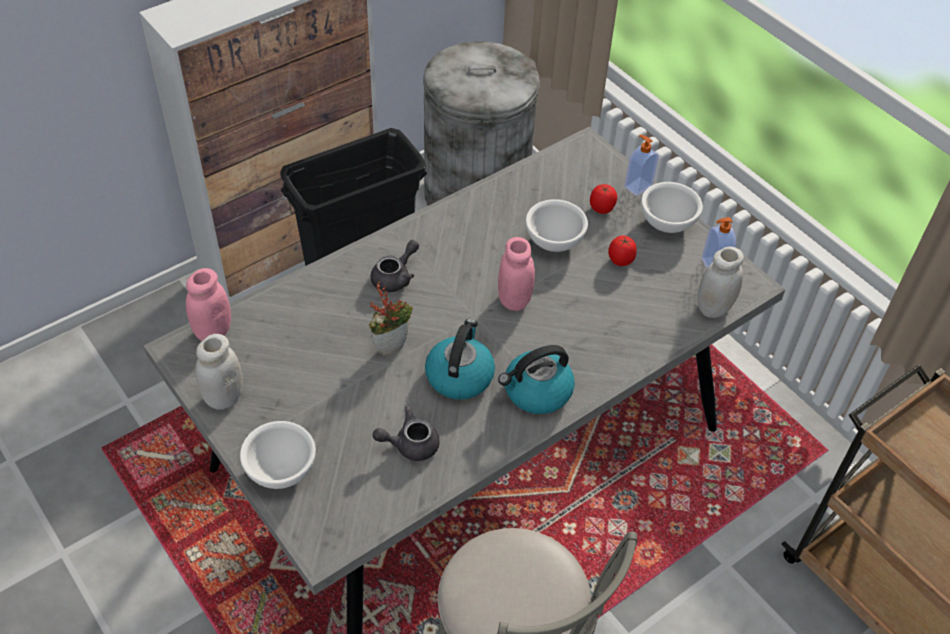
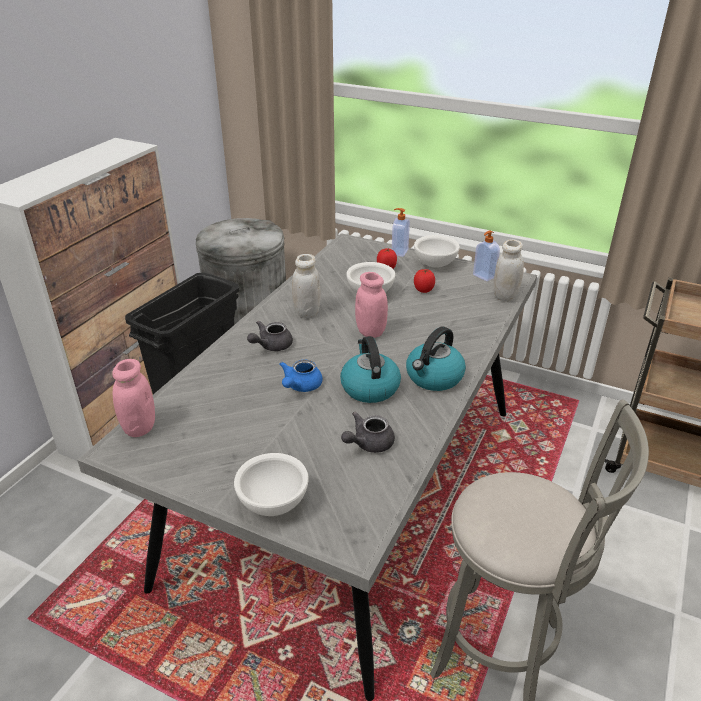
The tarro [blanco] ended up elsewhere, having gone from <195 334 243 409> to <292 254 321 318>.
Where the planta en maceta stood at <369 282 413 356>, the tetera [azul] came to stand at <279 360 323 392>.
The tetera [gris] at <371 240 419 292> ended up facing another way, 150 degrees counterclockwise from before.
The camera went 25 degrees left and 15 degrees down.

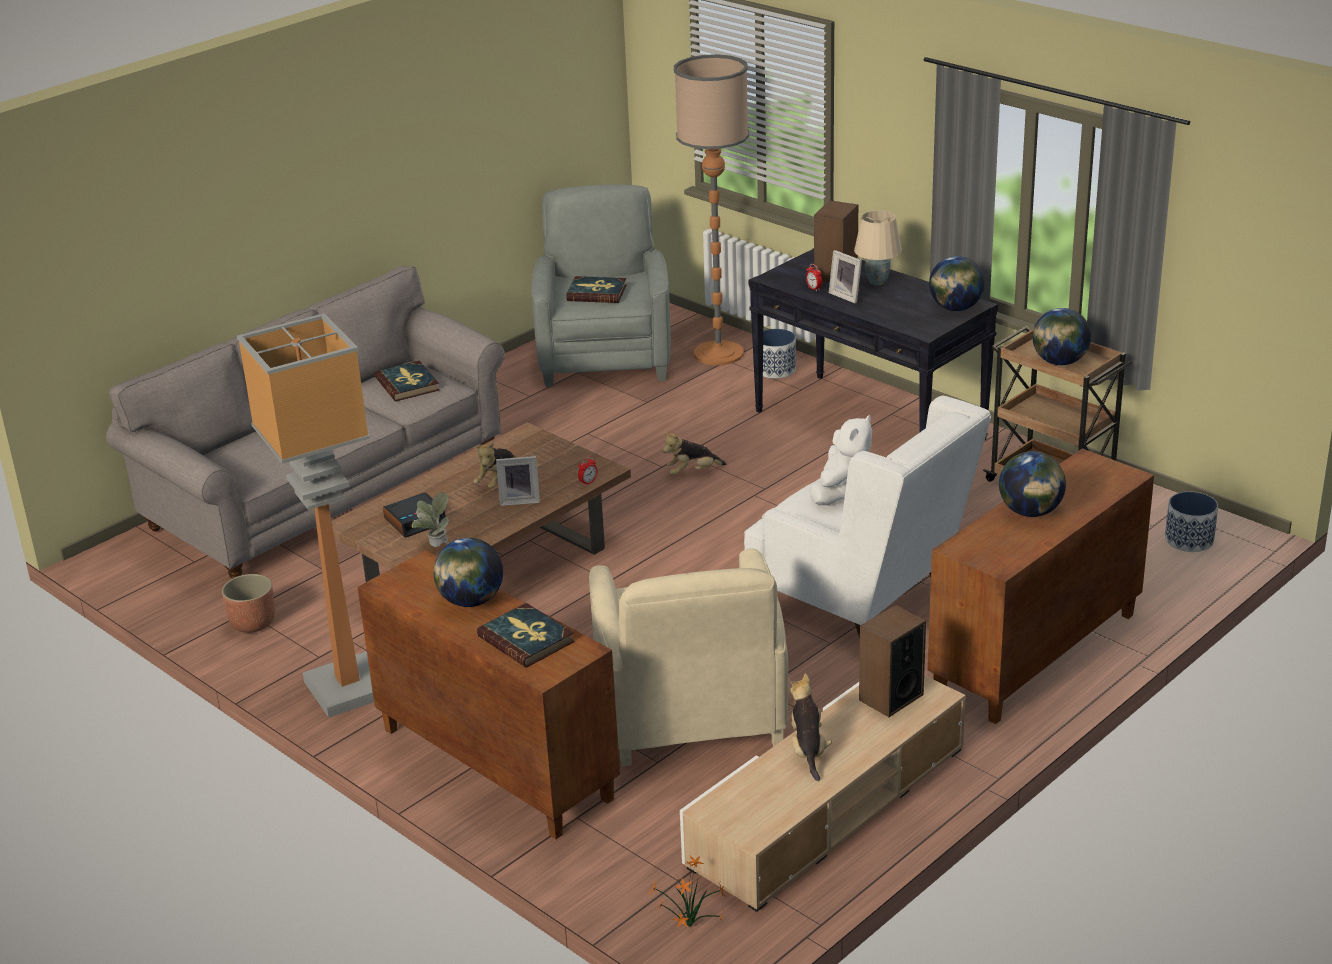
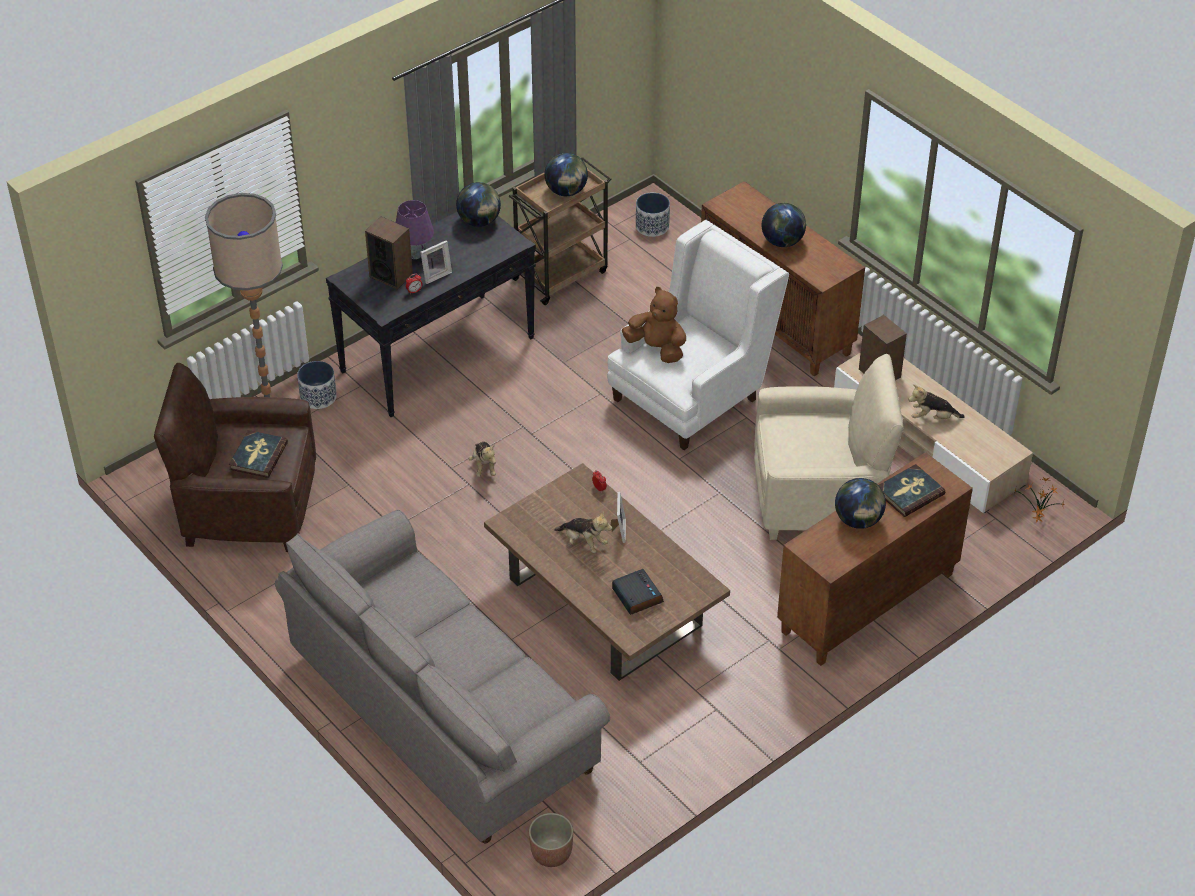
The second view lost the lámpara de pie at <237 313 374 718>.
The second view lost the libro at <375 361 440 401>.
The second view lost the planta en maceta at <412 492 449 547>.
The maceta ended up elsewhere, having gone from <222 574 275 633> to <529 813 573 867>.
What was the sillón [gris] at <531 184 671 387> turned into the sillón [marrón] at <154 363 316 552>.
What was the peluche [blanco] at <809 415 872 505> turned into the peluche [marrón] at <622 287 686 363>.
What was the lámpara de mesa [beis] at <854 210 902 286> turned into the lámpara de mesa [morado] at <396 200 434 259>.
The camera went 85 degrees left and 15 degrees up.

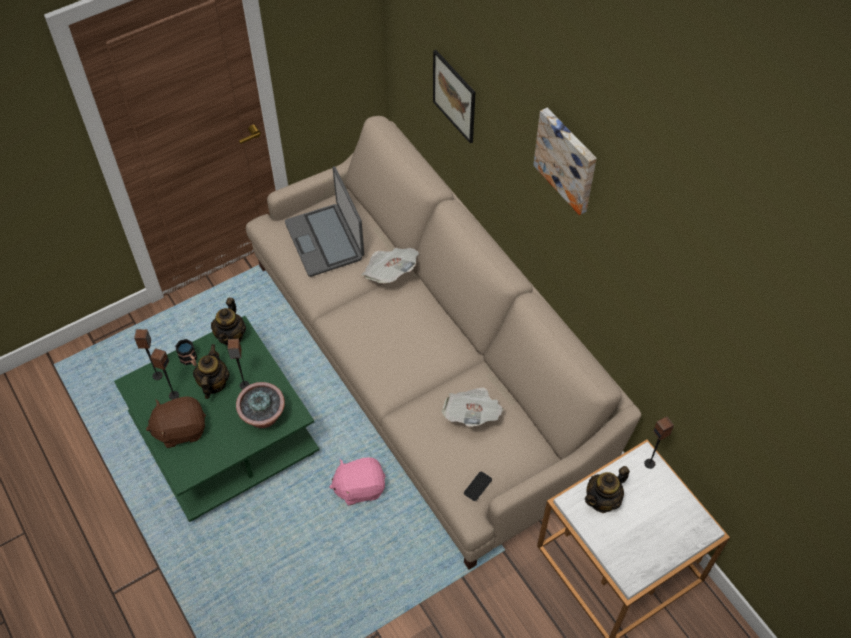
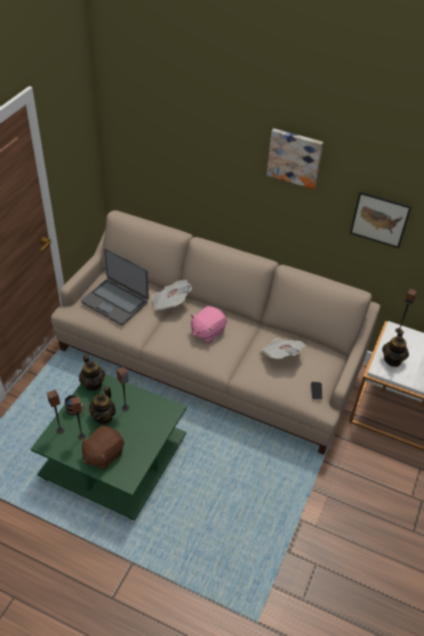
The second view lost the planta en maceta at <236 382 285 428>.
The peluche [rosa] ended up elsewhere, having gone from <329 457 386 505> to <191 306 227 343>.
The cuadro ended up elsewhere, having gone from <433 50 475 144> to <350 191 412 248>.
The tetera at <193 344 230 399> ended up facing another way, 135 degrees counterclockwise from before.
The camera went 35 degrees left and 10 degrees down.

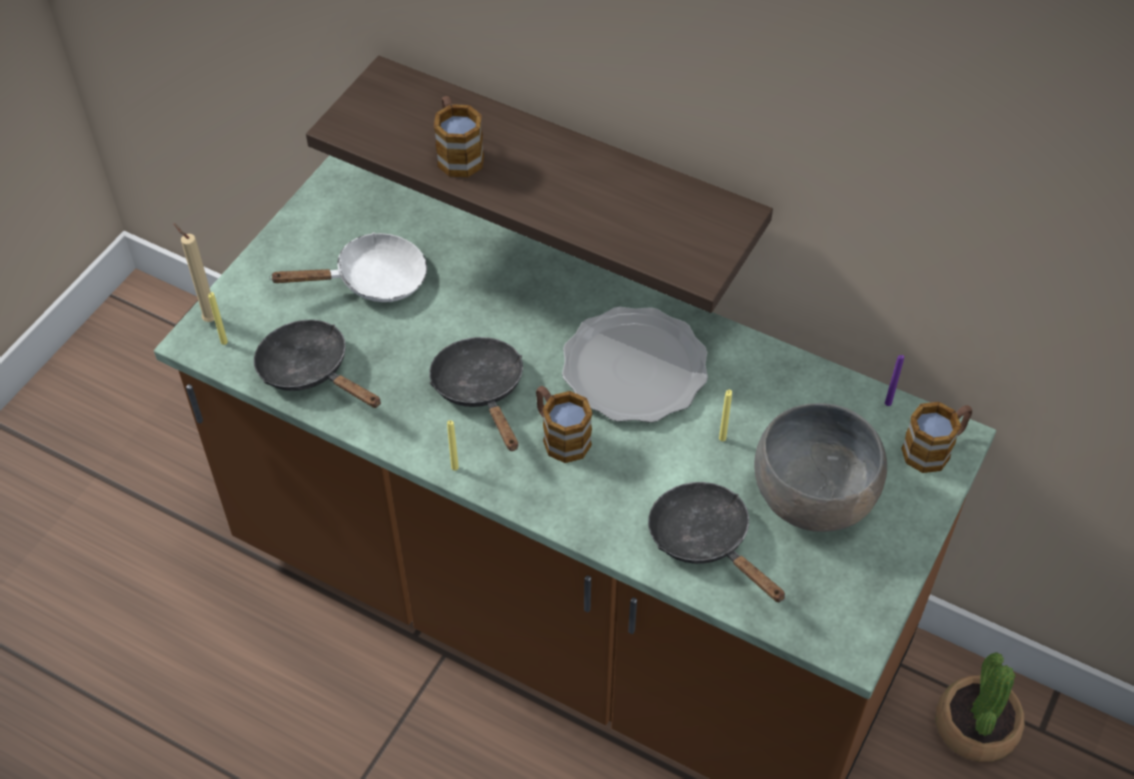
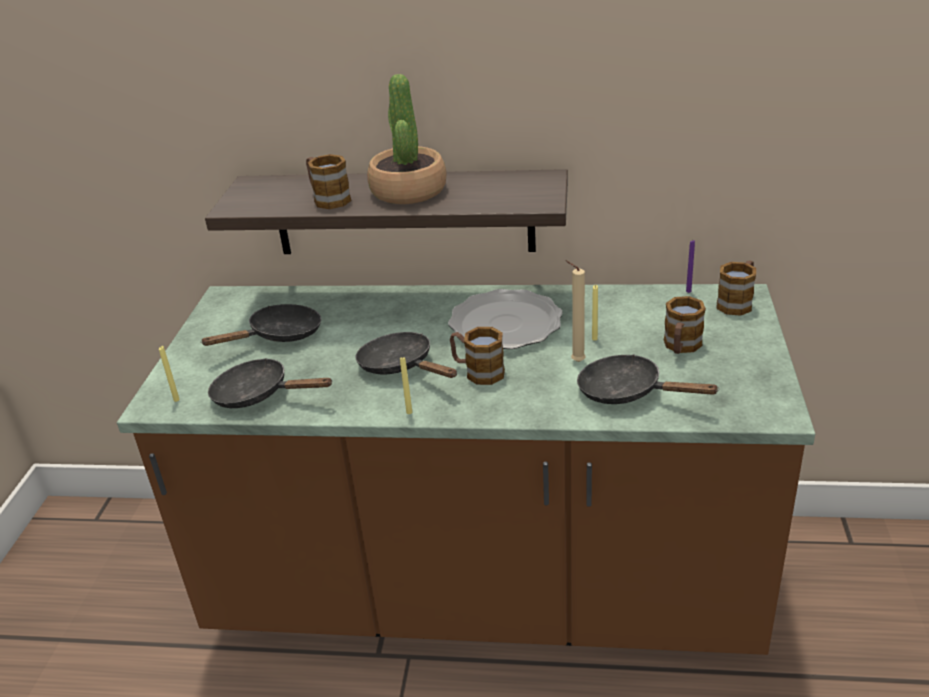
The vela [beis] ended up elsewhere, having gone from <173 223 214 322> to <565 260 586 362>.
The planta en maceta ended up elsewhere, having gone from <936 652 1024 762> to <367 74 446 204>.
Where the cuenco [gris] stood at <754 403 887 532>, the taza grande came to stand at <664 296 706 354>.
What was the sartén [blanco] at <269 232 427 302> turned into the sartén [negro] at <200 304 321 346>.
The camera went 20 degrees left and 20 degrees down.

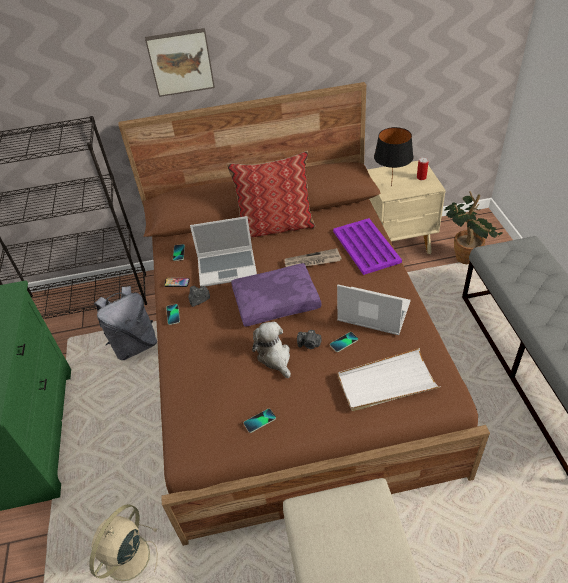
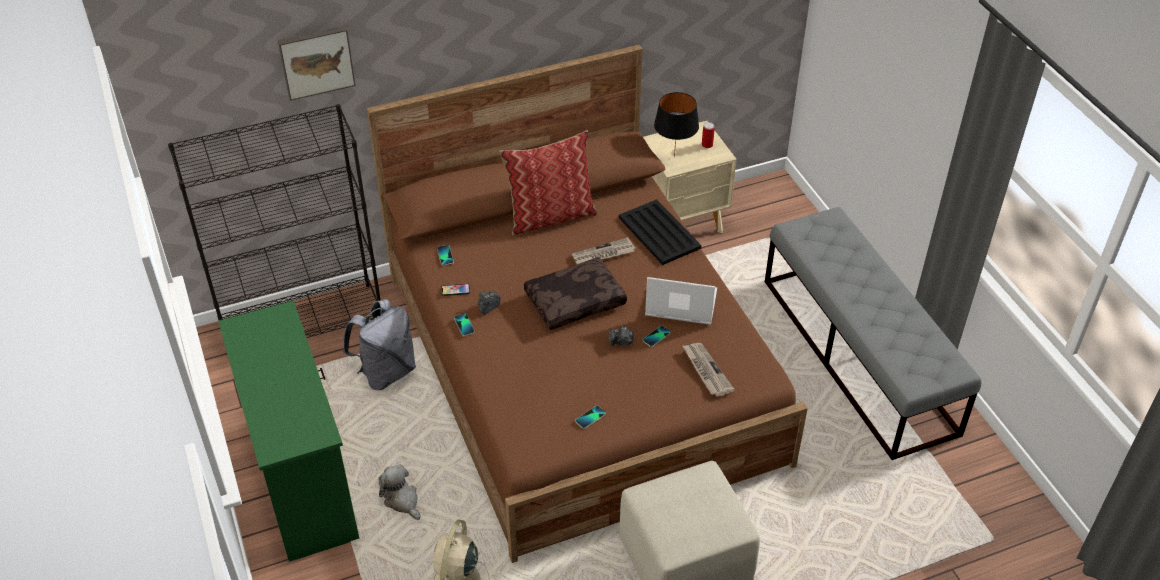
The second view lost the portátil at <190 216 257 287>.
The second view lost the planta en maceta at <444 191 503 264>.
The cuadro ended up elsewhere, having gone from <145 28 215 97> to <278 26 356 101>.
The peluche ended up elsewhere, having gone from <252 322 291 378> to <379 464 421 520>.
Where the bandeja [blanco] stood at <337 348 441 411>, the periódico came to stand at <683 343 735 397>.
What was the cojín [morado] at <231 263 321 327> turned into the cojín [marrón] at <524 257 627 330>.
What was the bandeja [morado] at <333 218 402 275> turned into the bandeja [negro] at <619 199 701 265>.
The camera went 15 degrees left and 0 degrees up.

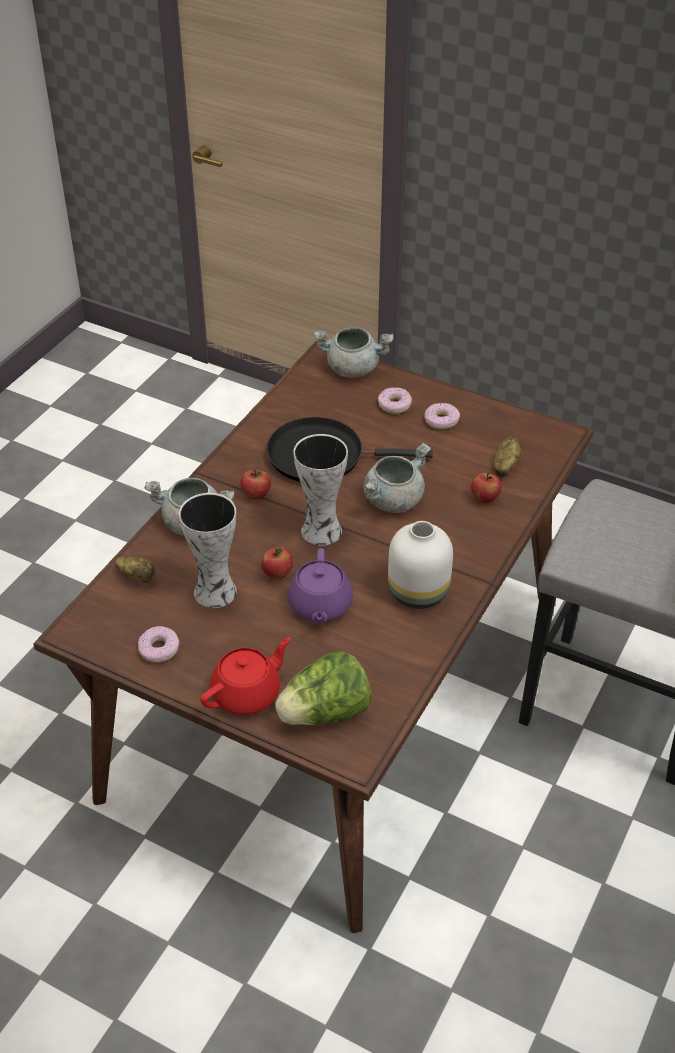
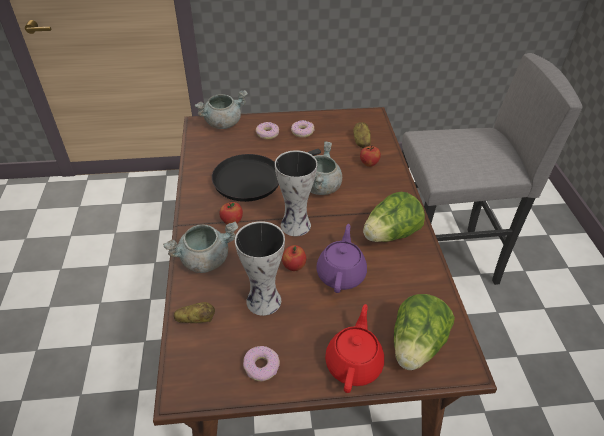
Where the florero [blanco] stood at <388 521 453 609>, the lechuga came to stand at <363 192 425 242>.
The tetera [morado] at <288 548 353 624> ended up facing another way, 135 degrees counterclockwise from before.
The camera went 35 degrees left and 0 degrees up.

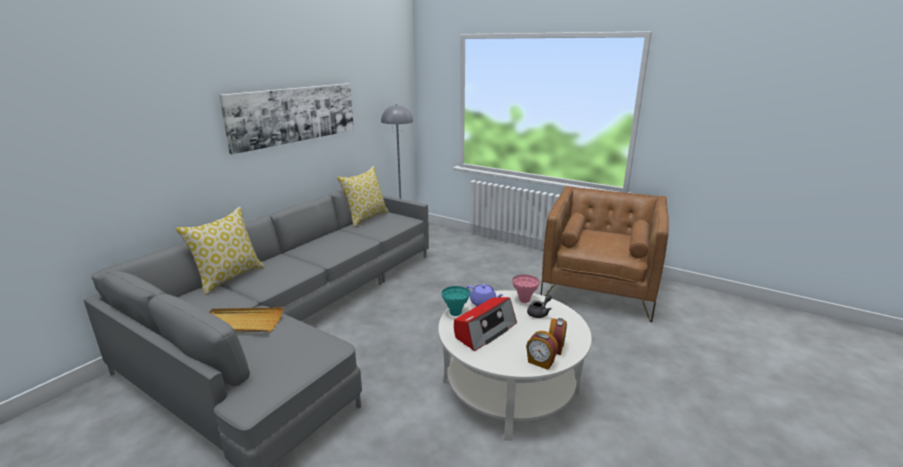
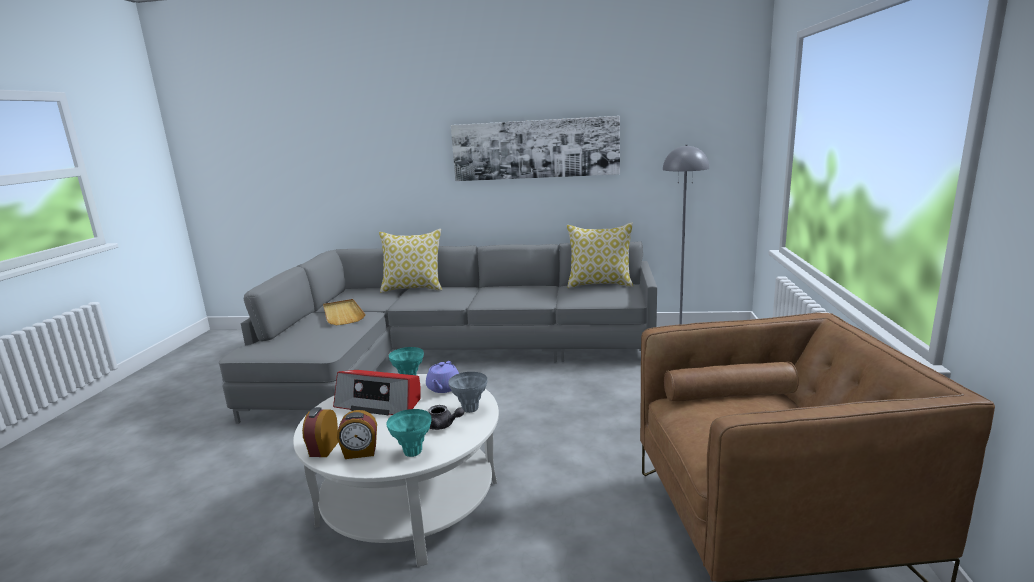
The second view gained the florero [turquesa] at <386 409 431 457>.
What was the florero [rosa] at <512 275 540 303> turned into the florero [gris] at <448 372 487 413>.
The camera went 65 degrees right and 5 degrees down.

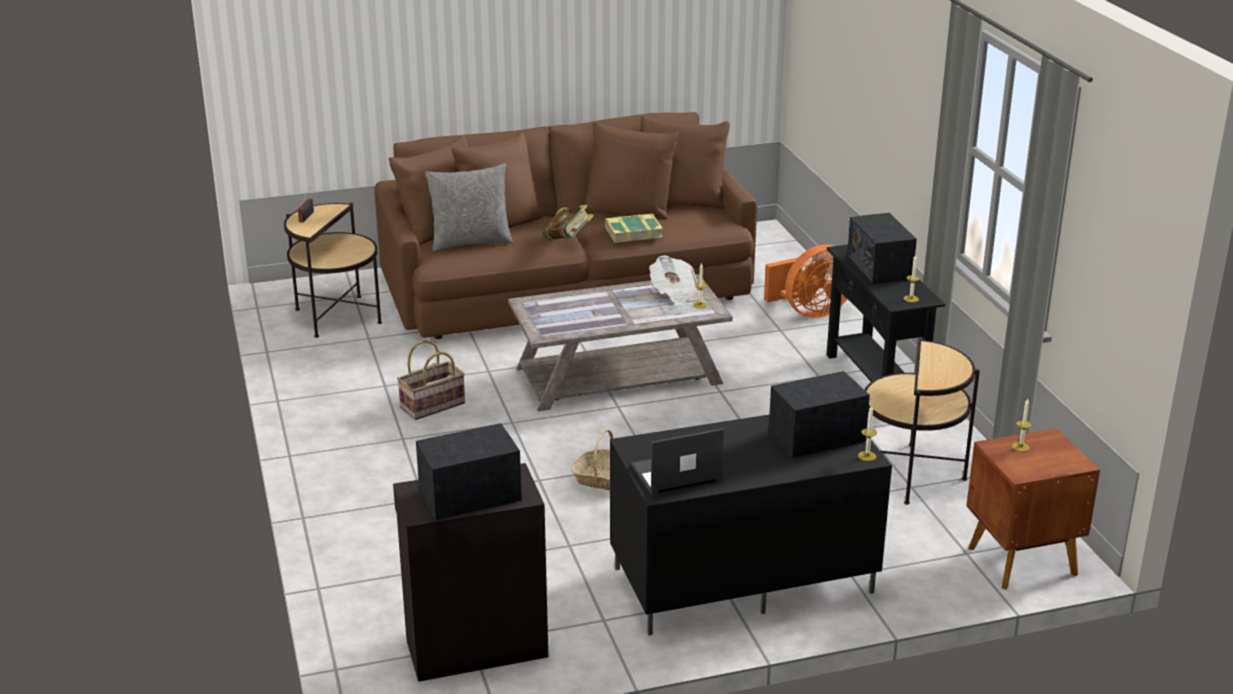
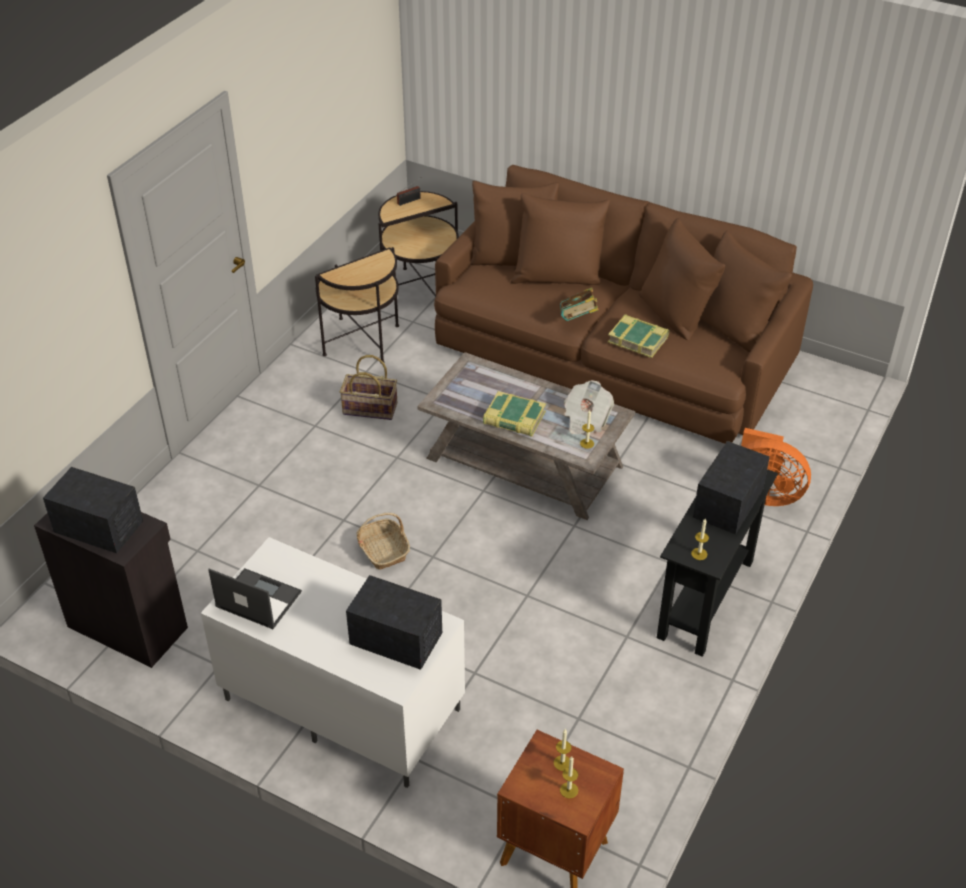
The second view lost the cojín [gris] at <425 163 513 251>.
The second view gained the libro at <483 391 546 436>.
The vela ended up elsewhere, having gone from <858 406 877 461> to <560 756 578 799>.
The mesa auxiliar ended up elsewhere, having gone from <865 338 980 505> to <315 247 399 363>.
What was the mueble de televisión [negro] at <610 414 892 635> turned into the mueble de televisión [blanco] at <201 537 465 788>.
The camera went 45 degrees right and 15 degrees up.

